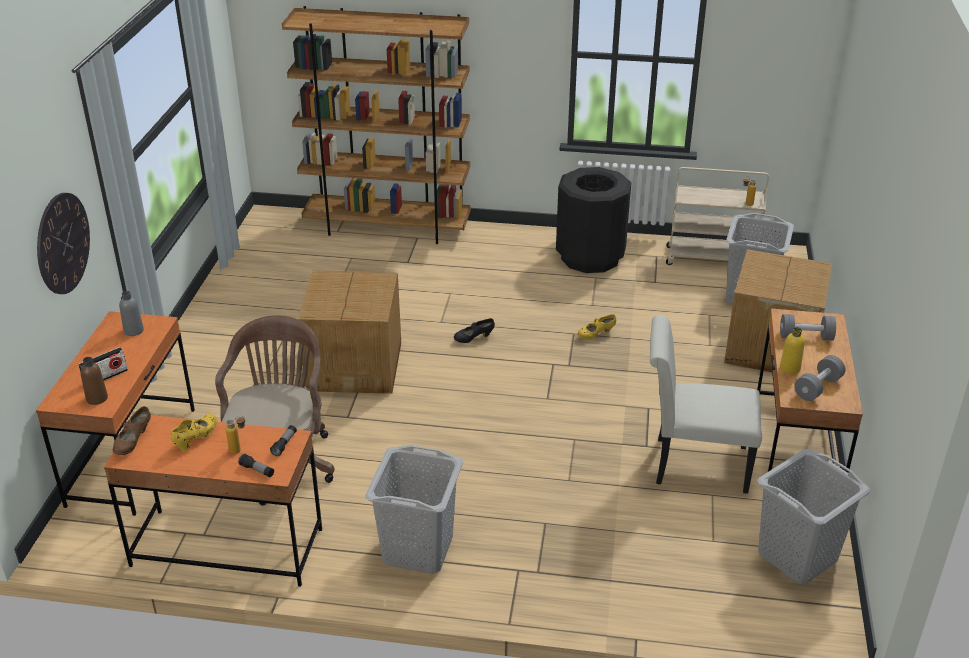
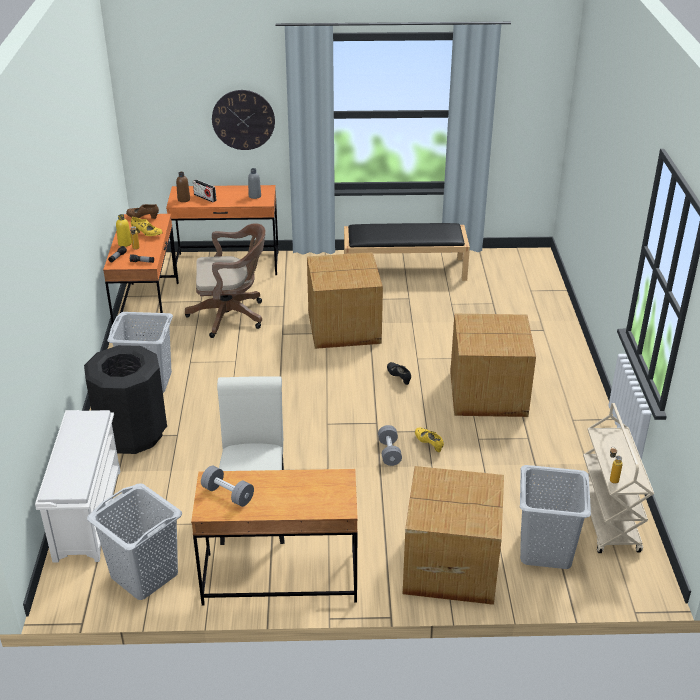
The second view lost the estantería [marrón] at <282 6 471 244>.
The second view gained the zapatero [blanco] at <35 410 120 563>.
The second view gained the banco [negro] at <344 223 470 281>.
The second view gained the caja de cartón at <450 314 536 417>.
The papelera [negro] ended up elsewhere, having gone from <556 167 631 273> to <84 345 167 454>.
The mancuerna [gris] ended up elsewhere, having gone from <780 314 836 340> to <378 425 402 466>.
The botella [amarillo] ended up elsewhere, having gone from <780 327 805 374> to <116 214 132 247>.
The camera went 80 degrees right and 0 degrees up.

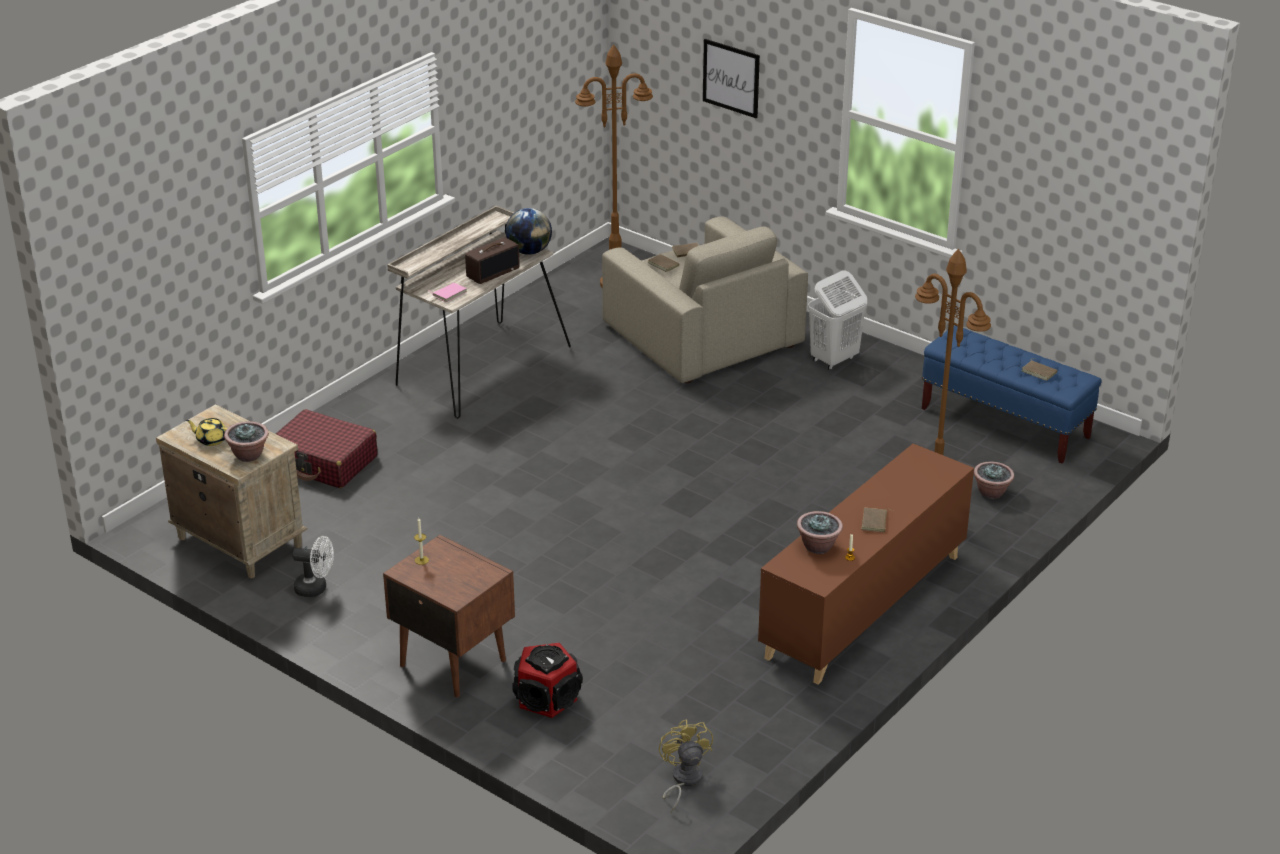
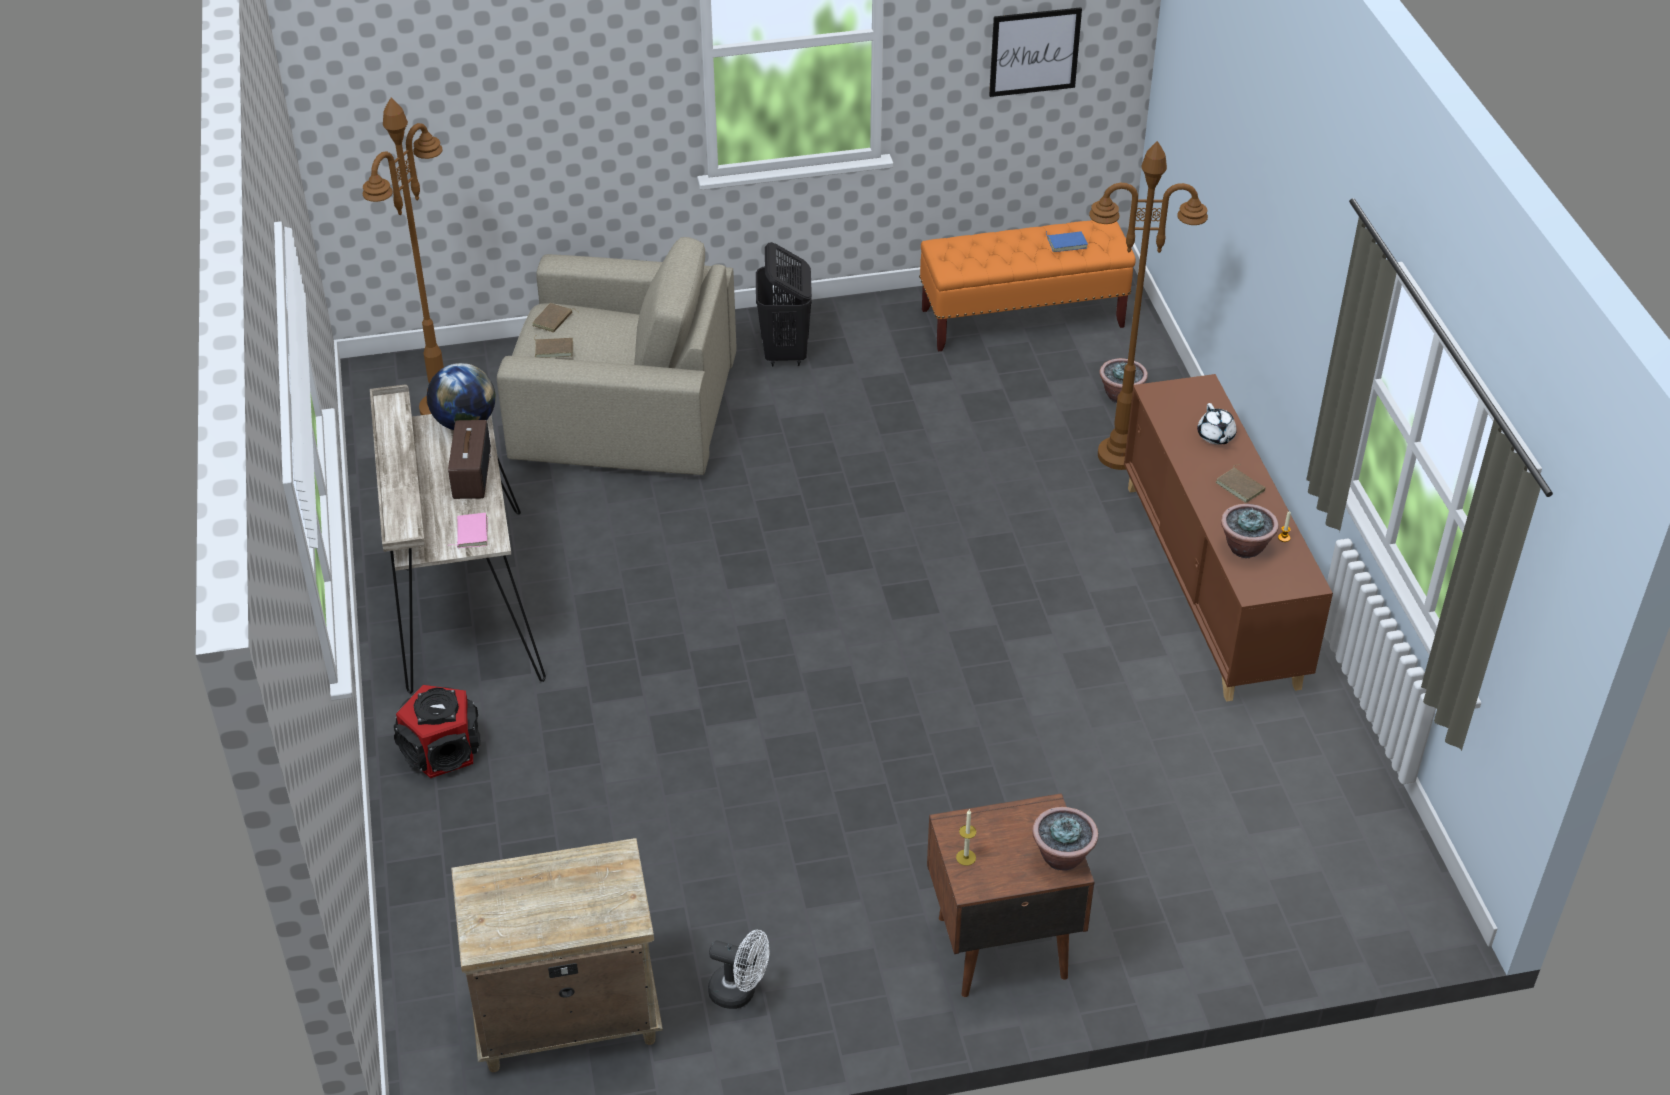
The second view lost the tetera [amarillo] at <186 418 227 446>.
The second view lost the maleta [rojo] at <276 409 378 488>.
The second view lost the ventilador [amarillo] at <659 719 713 813>.
The second view gained the tetera [blanco] at <1197 403 1237 445>.
The planta en maceta ended up elsewhere, having gone from <224 421 269 462> to <1032 807 1098 871>.
The altavoz ended up elsewhere, having gone from <512 643 583 718> to <394 685 480 778>.
The cuadro ended up elsewhere, having gone from <703 39 760 118> to <989 7 1082 97>.
What was the cesto de la ropa [blanco] at <808 270 867 370> turned into the cesto de la ropa [negro] at <756 242 812 366>.
What was the banco [azul] at <922 326 1101 464> turned into the banco [naranja] at <919 220 1136 351>.
What was the libro [marrón] at <1021 358 1057 381> turned into the libro [azul] at <1046 231 1088 252>.
The ventilador [blanco] at <292 536 334 597> ended up facing another way, 60 degrees clockwise from before.
The camera went 50 degrees left and 10 degrees up.

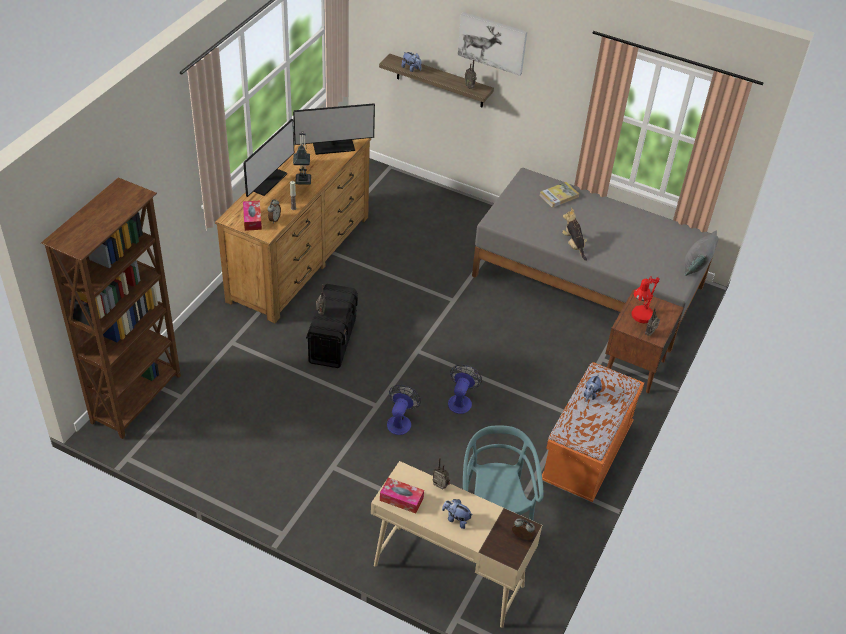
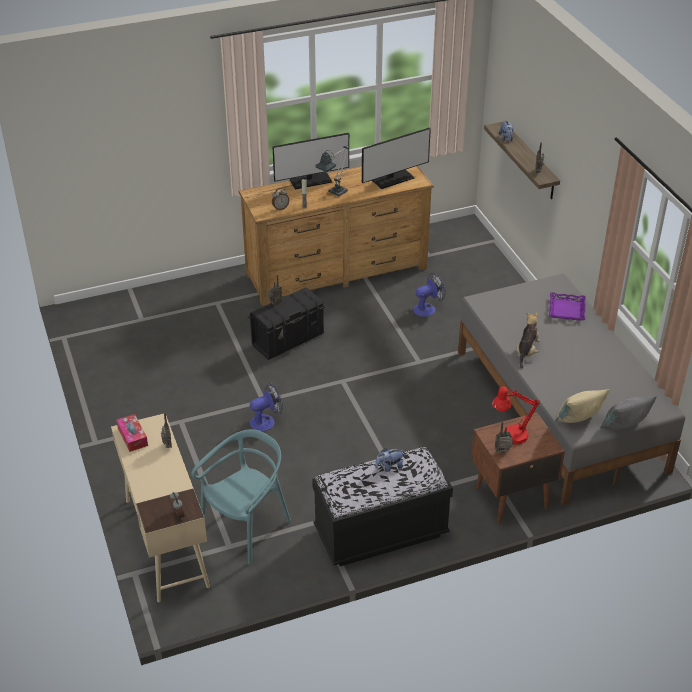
The second view lost the estantería [marrón] at <41 178 181 439>.
The second view lost the caja de pañuelos at <243 201 262 231>.
The second view lost the peluche at <442 499 473 529>.
The second view lost the cuadro at <458 12 527 76>.
The second view gained the cojín [beis] at <555 389 609 423>.
The ventilador ended up elsewhere, having gone from <448 364 482 414> to <413 273 445 317>.
Where the libro stood at <539 182 579 208>, the bandeja [morado] came to stand at <549 292 586 321>.
What was the banco [naranja] at <542 362 644 502> turned into the banco [negro] at <312 447 453 566>.
The monitor at <293 103 375 155> ended up facing another way, 60 degrees counterclockwise from before.
The camera went 45 degrees right and 5 degrees down.

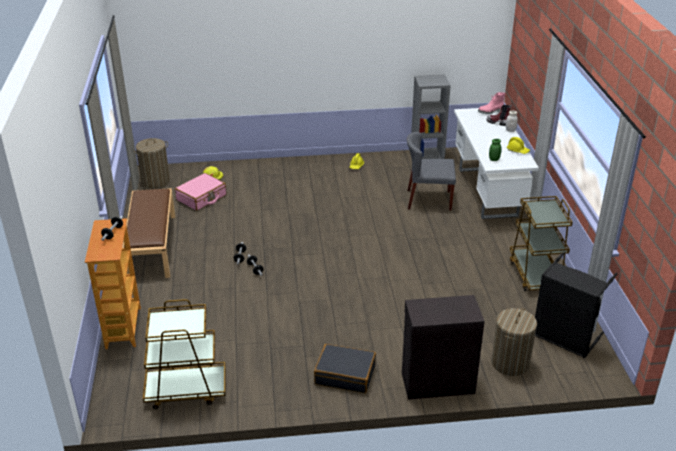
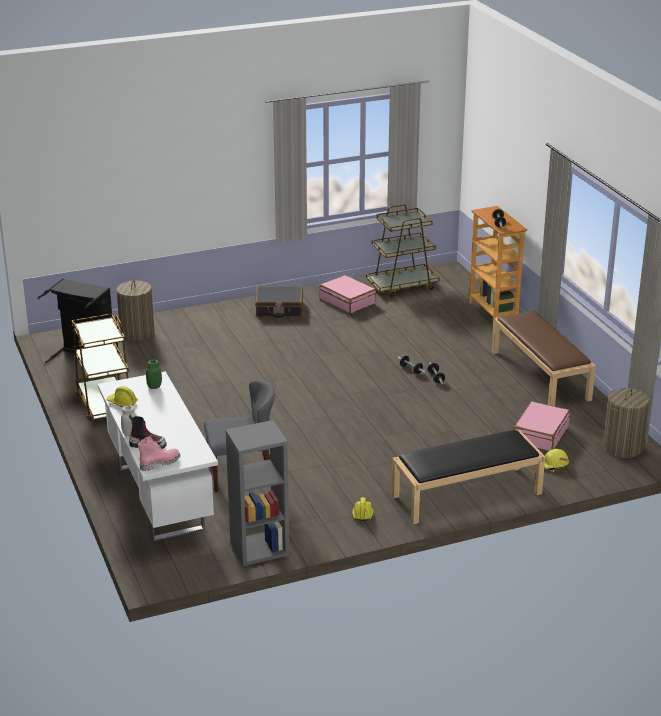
The second view lost the armario [negro] at <402 295 485 400>.
The second view gained the maleta [rosa] at <320 275 376 313>.
The second view gained the banco [negro] at <392 430 545 524>.
The camera went 165 degrees right and 5 degrees down.

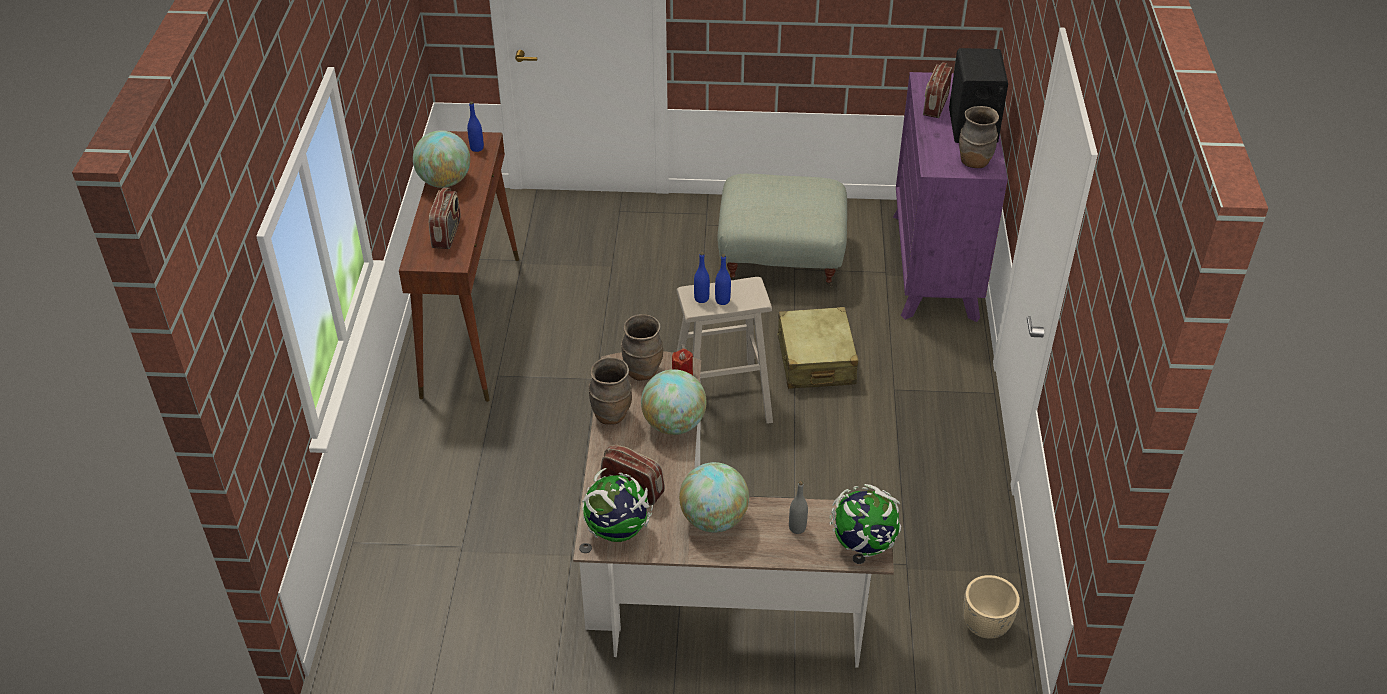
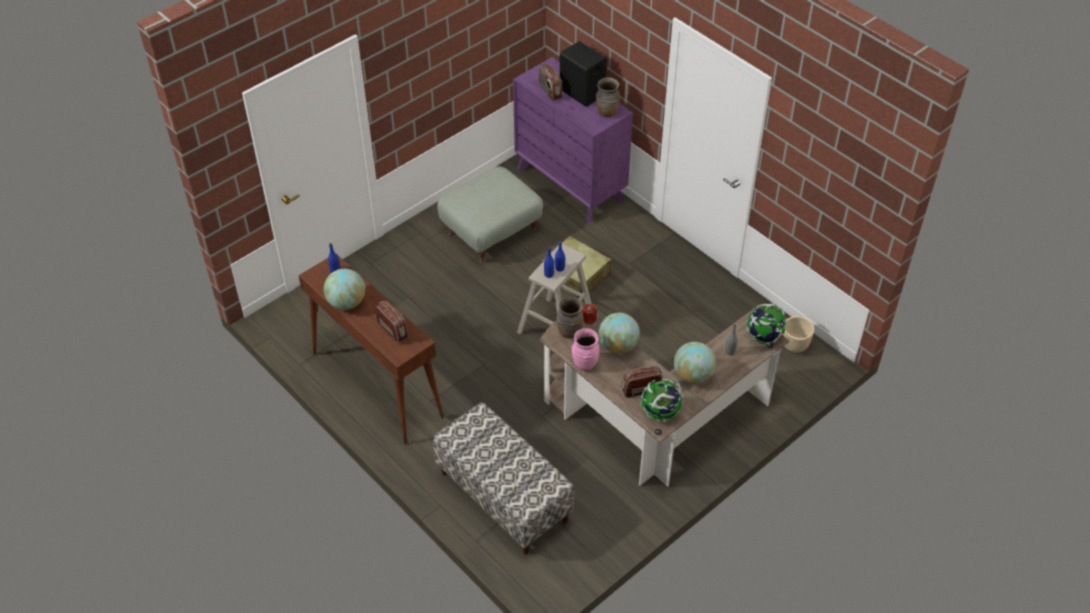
The second view gained the banco at <433 402 574 555>.
What was the florero [marrón] at <588 357 632 425> turned into the florero [rosa] at <572 328 599 371>.
The camera went 45 degrees left and 5 degrees up.

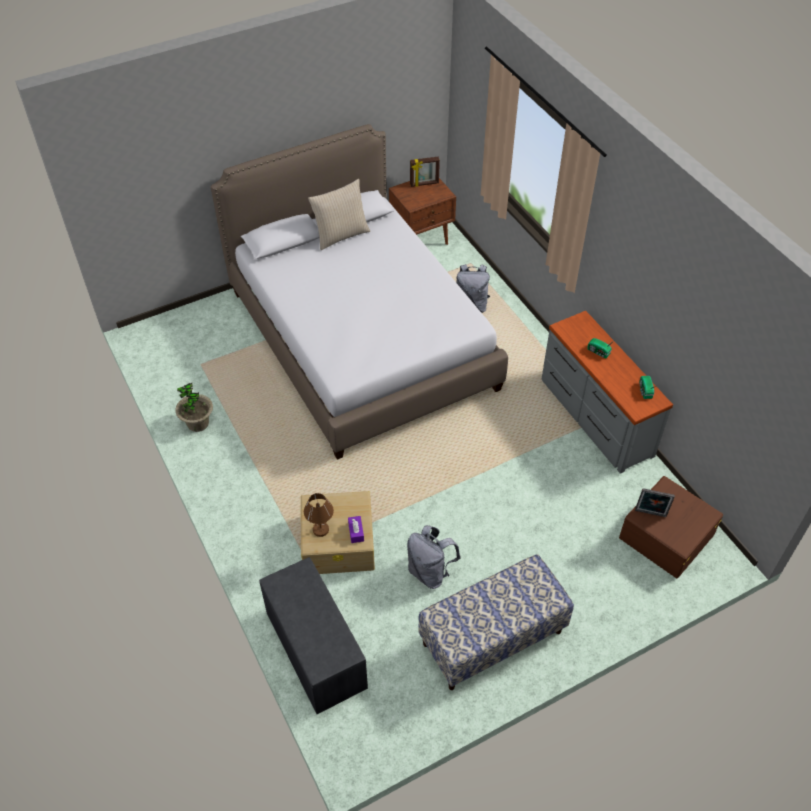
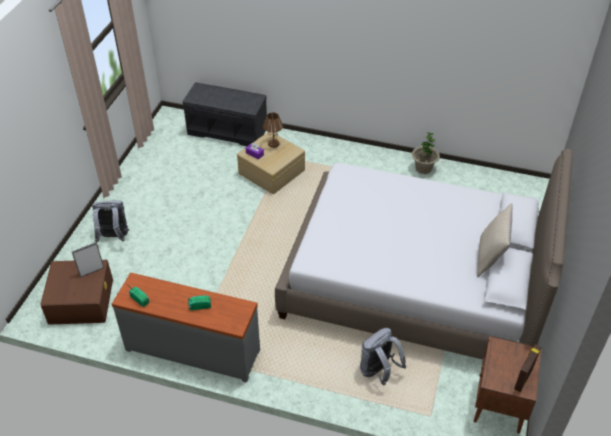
The second view lost the banco at <418 554 574 690>.
The mochila [gris] ended up elsewhere, having gone from <407 525 461 589> to <92 200 129 242>.
The camera went 135 degrees right and 5 degrees down.

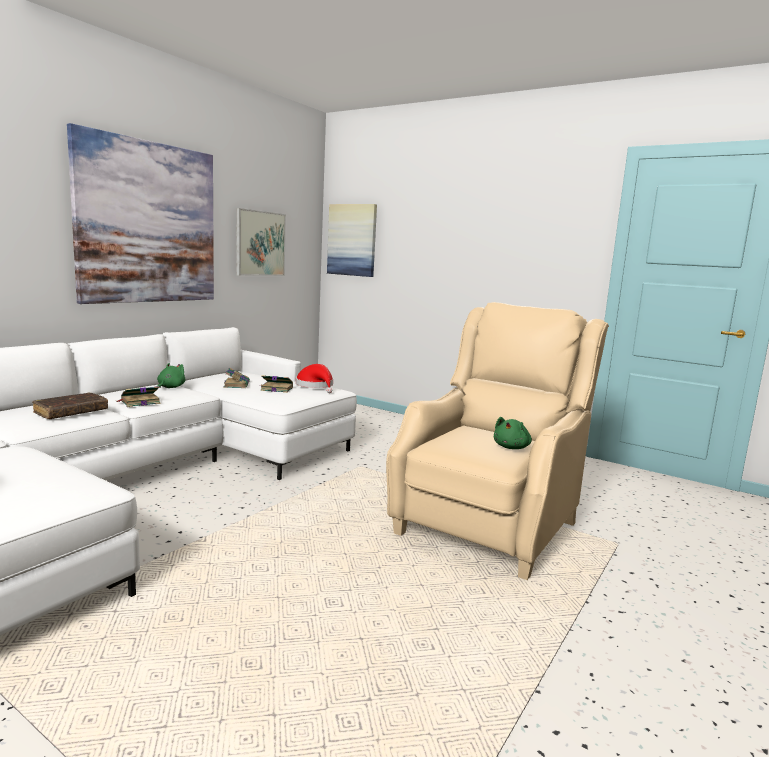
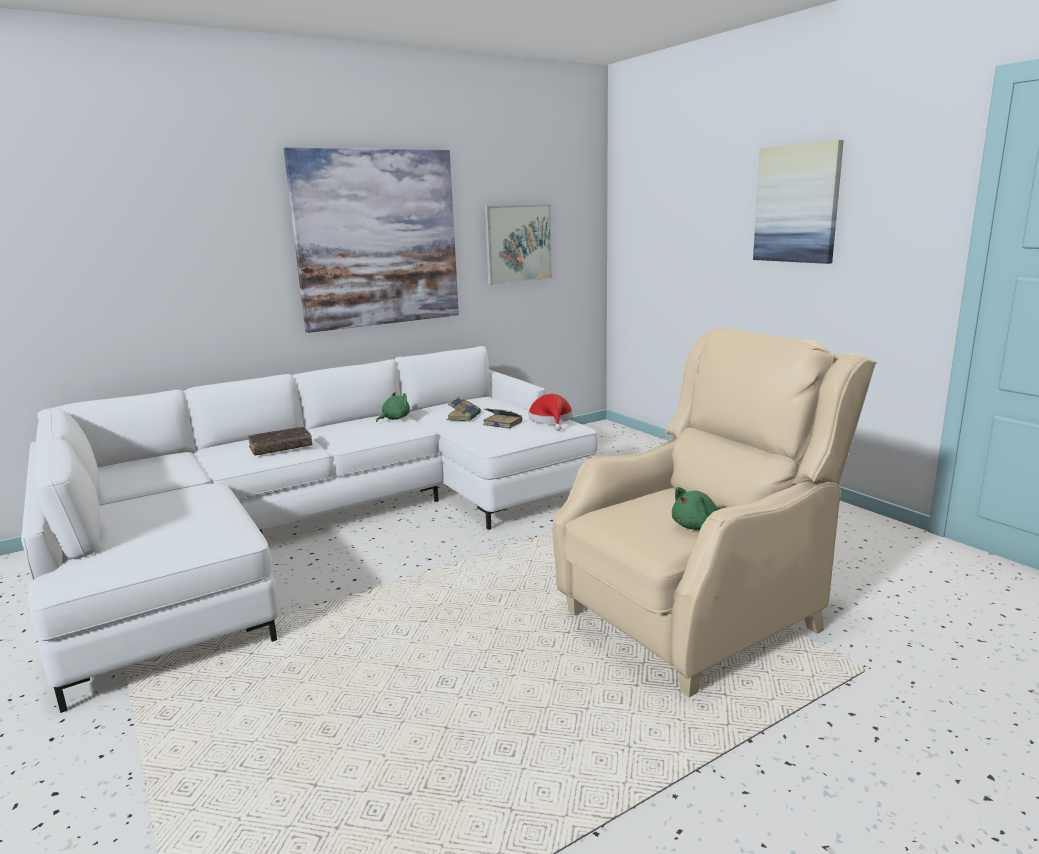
The second view lost the libro at <117 386 160 407>.
The cuadro ended up elsewhere, having gone from <327 204 377 277> to <753 140 844 264>.
The camera went 25 degrees right and 5 degrees up.

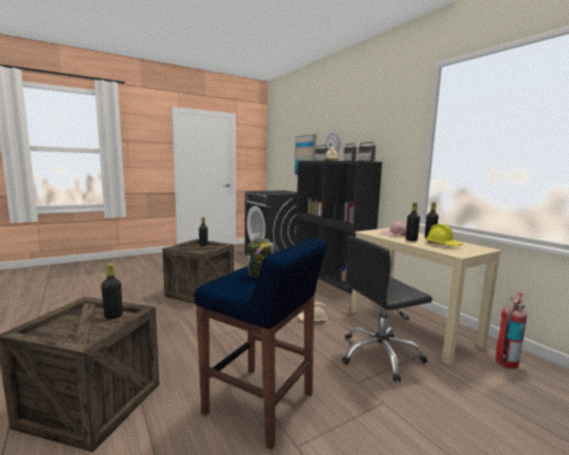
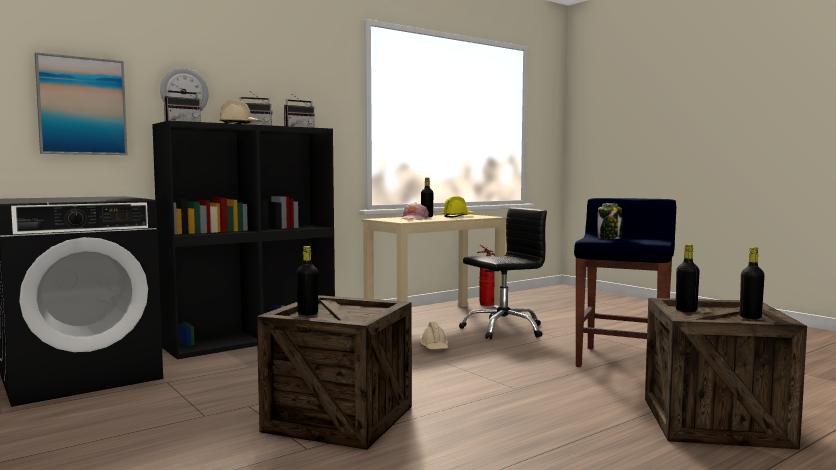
The botella [negro] ended up elsewhere, having gone from <406 203 420 241> to <740 247 765 319>.
The silla de oficina [negro] at <342 236 432 382> ended up facing another way, 90 degrees counterclockwise from before.
The camera went 95 degrees left and 5 degrees down.

